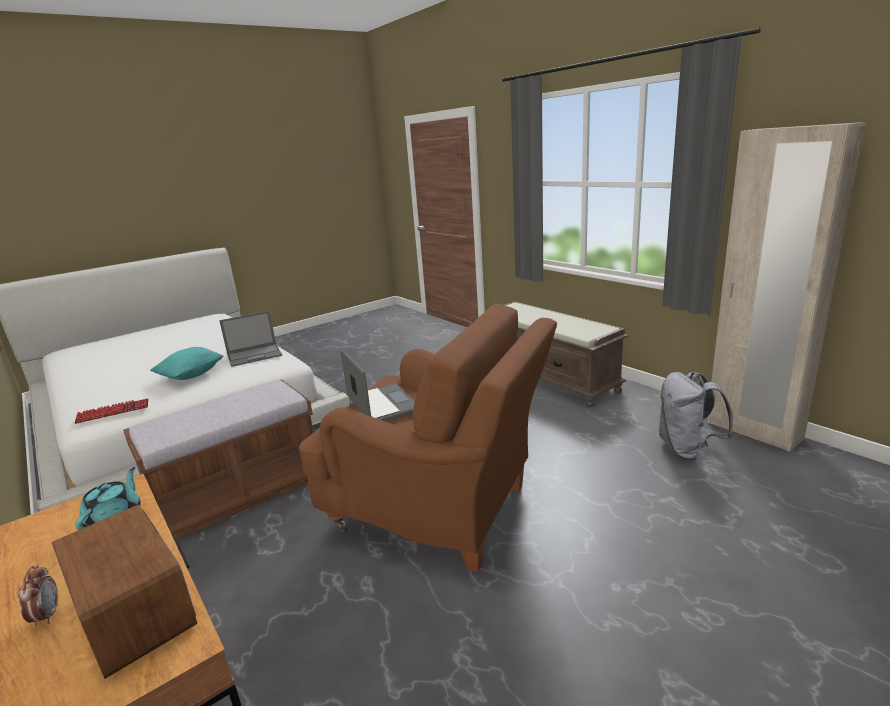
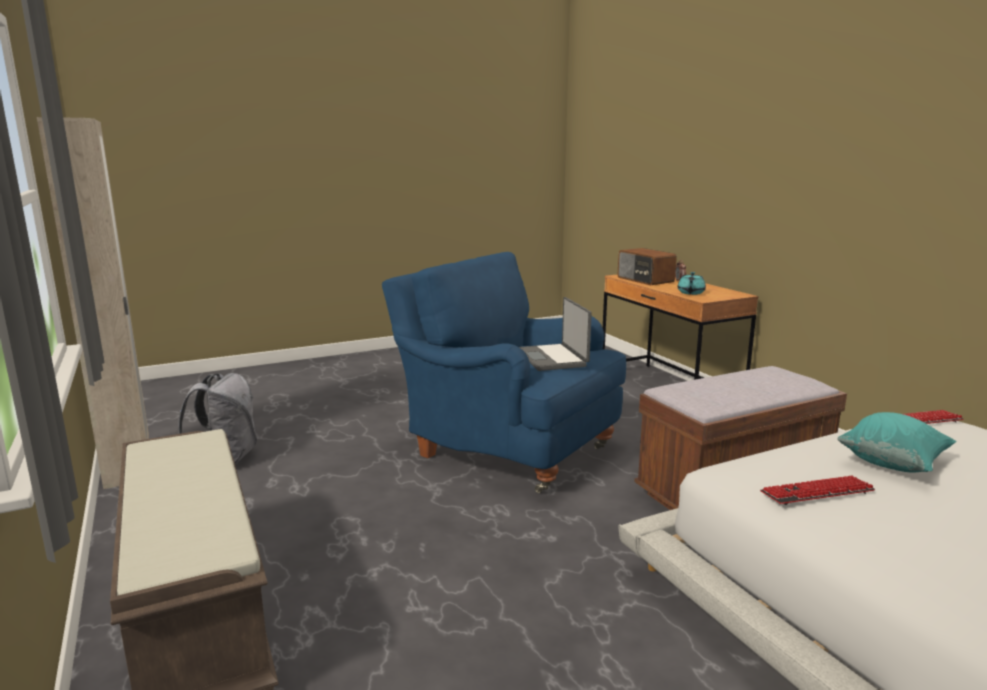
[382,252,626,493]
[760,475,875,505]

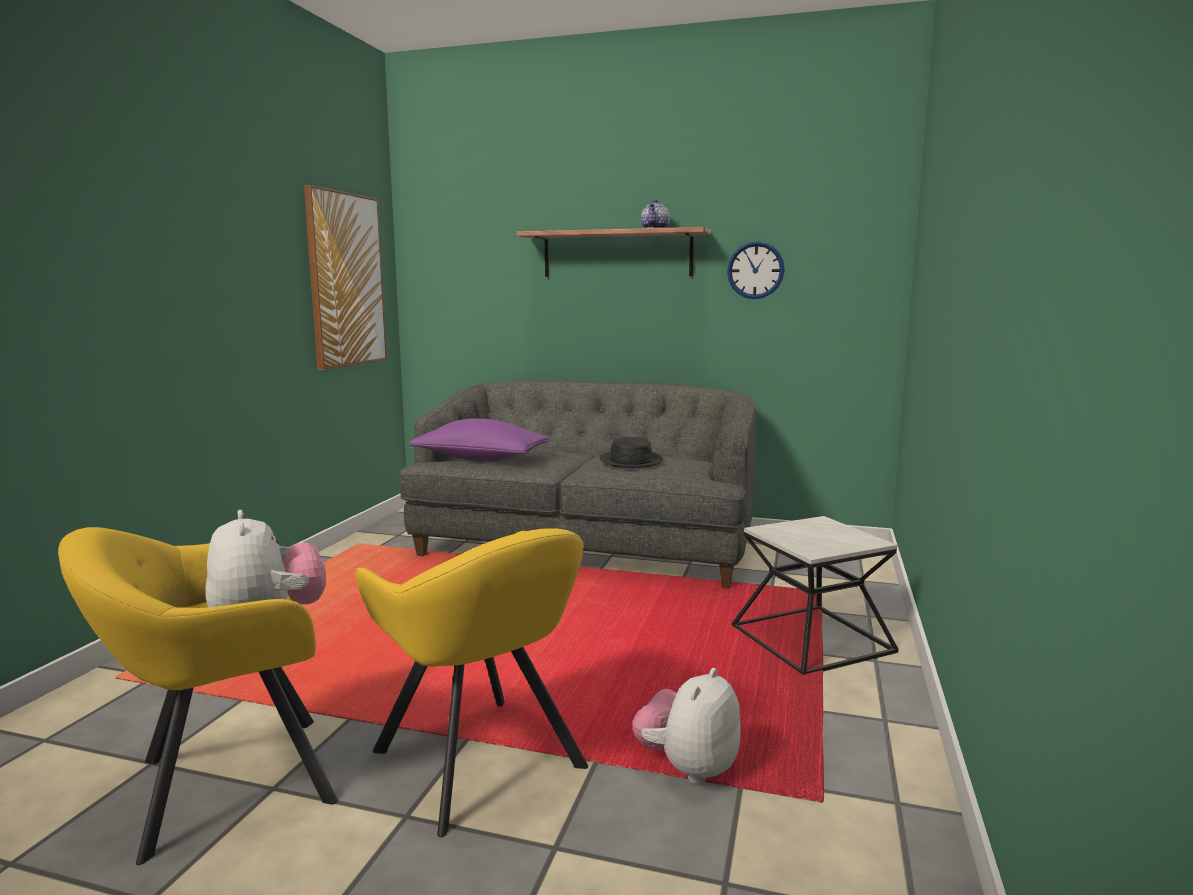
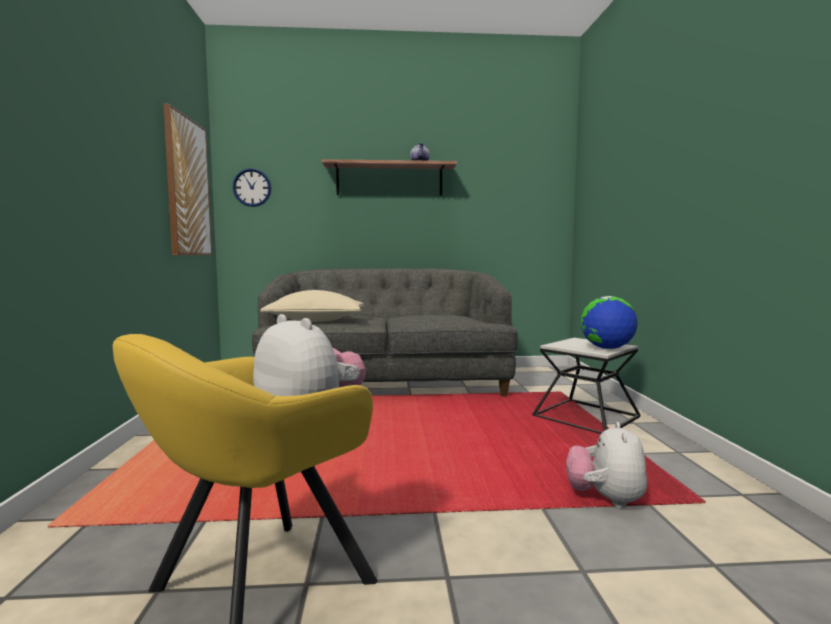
[232,168,271,207]
[260,290,364,322]
[581,296,638,349]
[355,528,588,837] (first image)
[600,437,663,468] (first image)

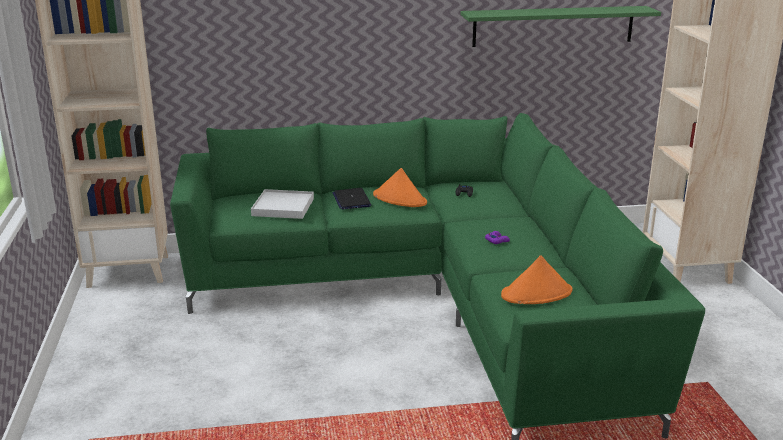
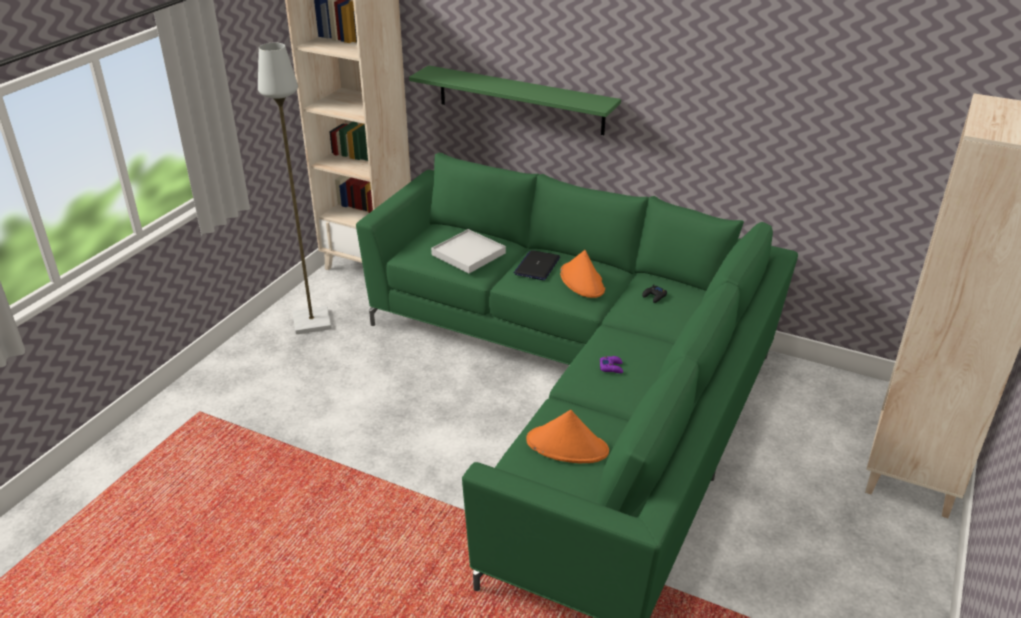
[258,43,332,334]
[409,65,621,135]

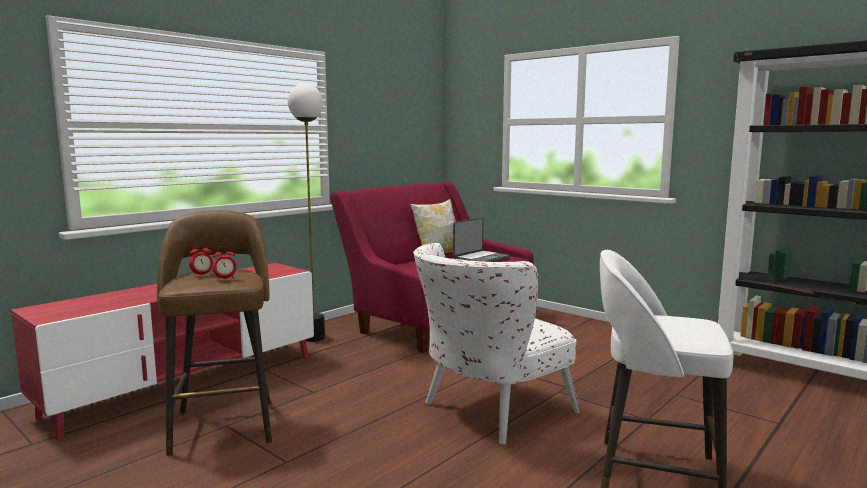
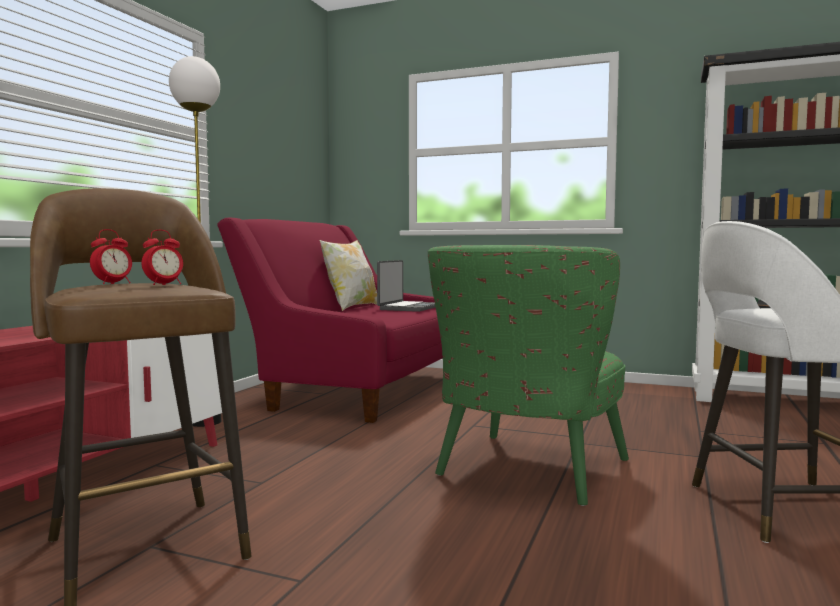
[427,245,629,506]

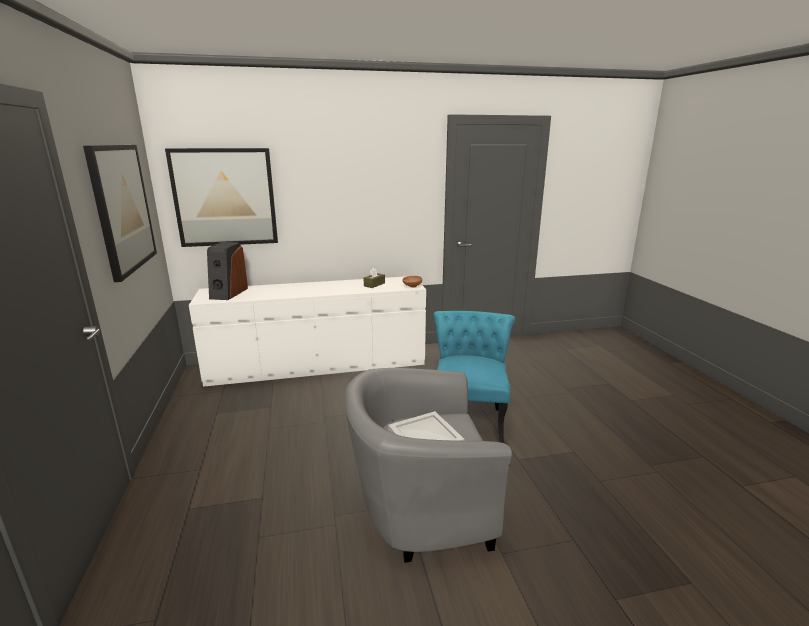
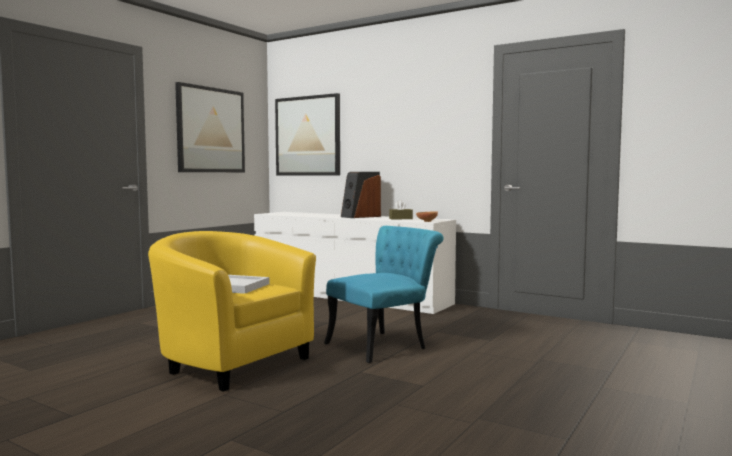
[148,231,316,392]
[341,172,381,218]

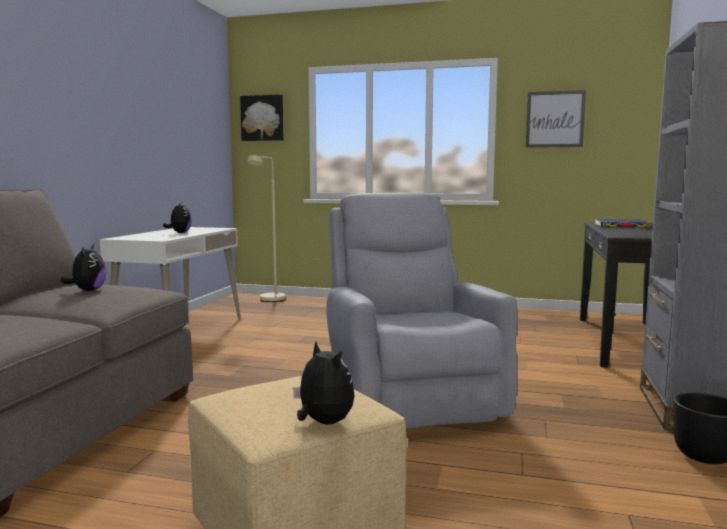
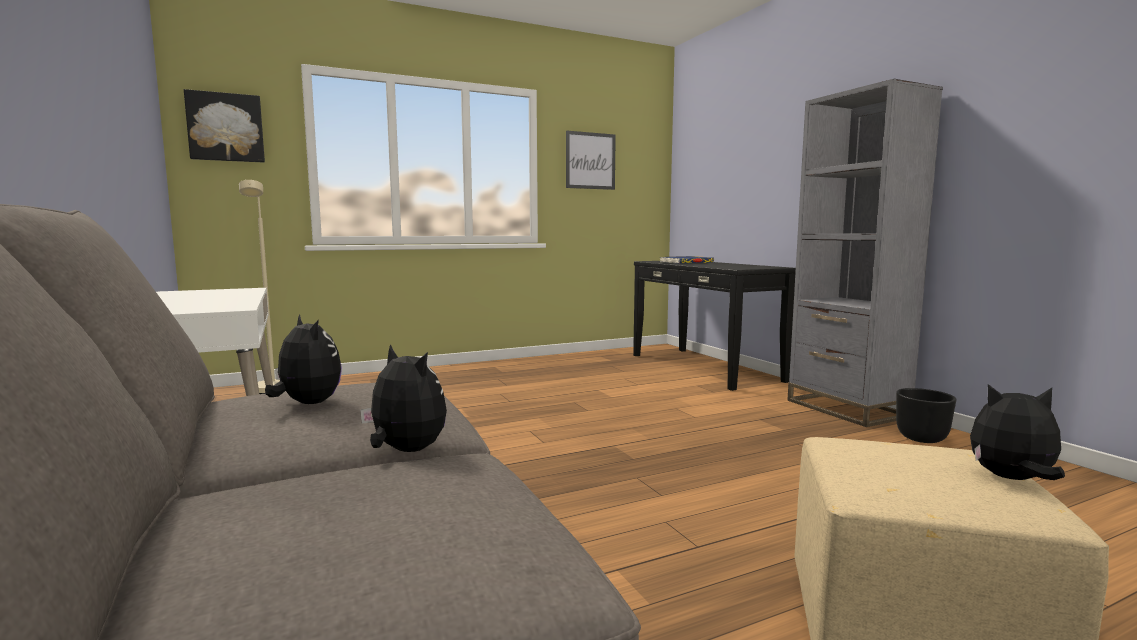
[360,344,447,452]
[326,193,518,429] (first image)

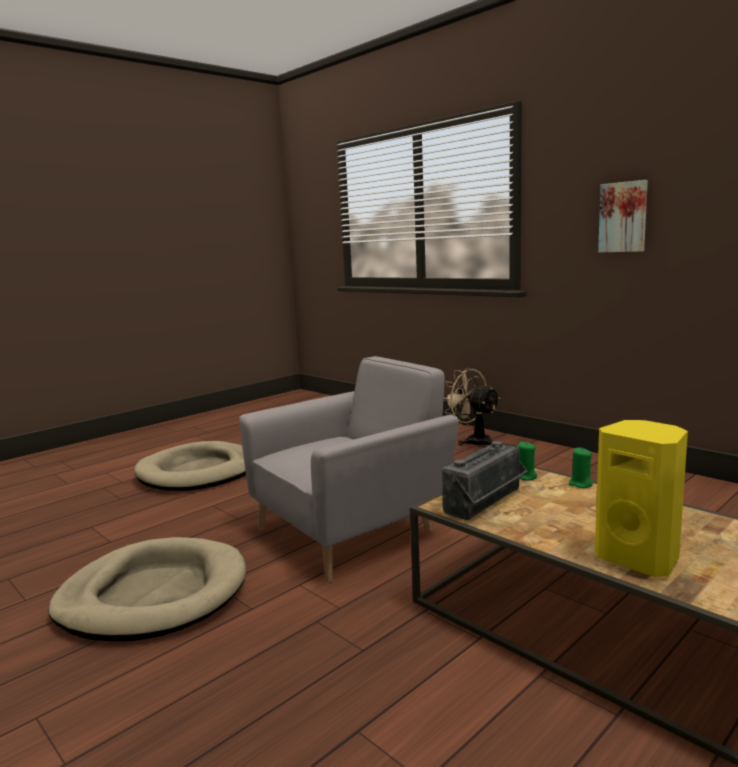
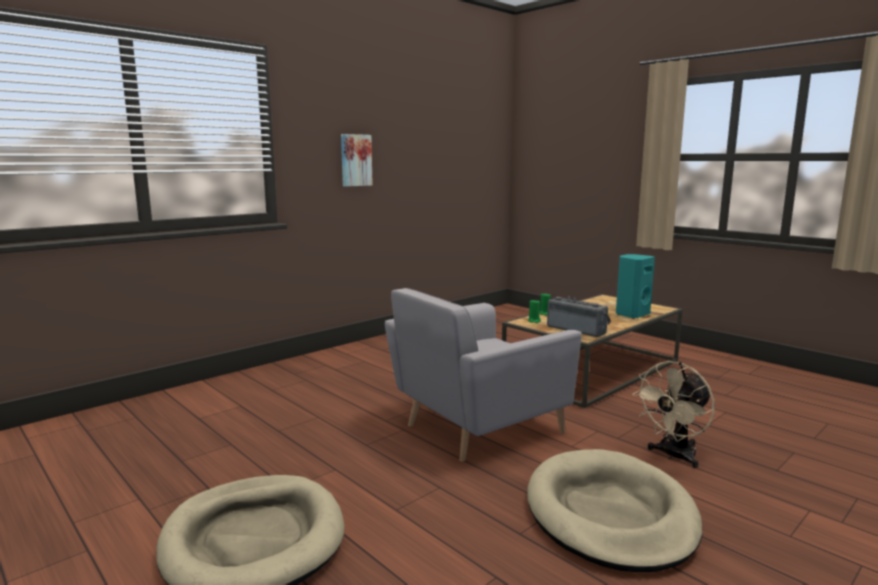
[385,288,582,462]
[616,254,655,319]
[632,361,714,468]

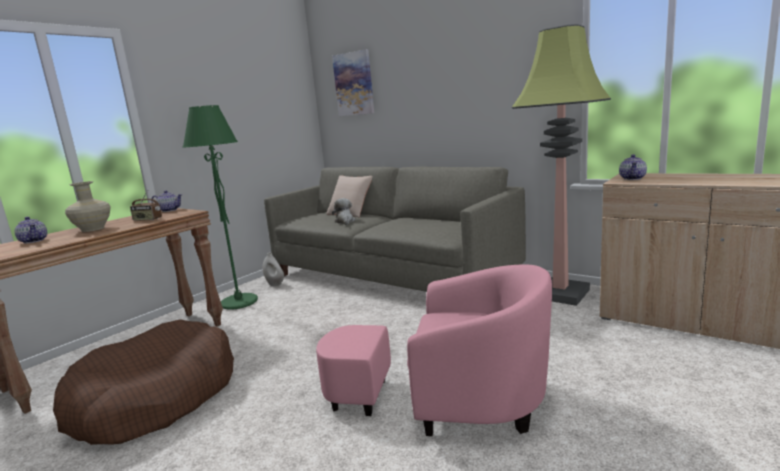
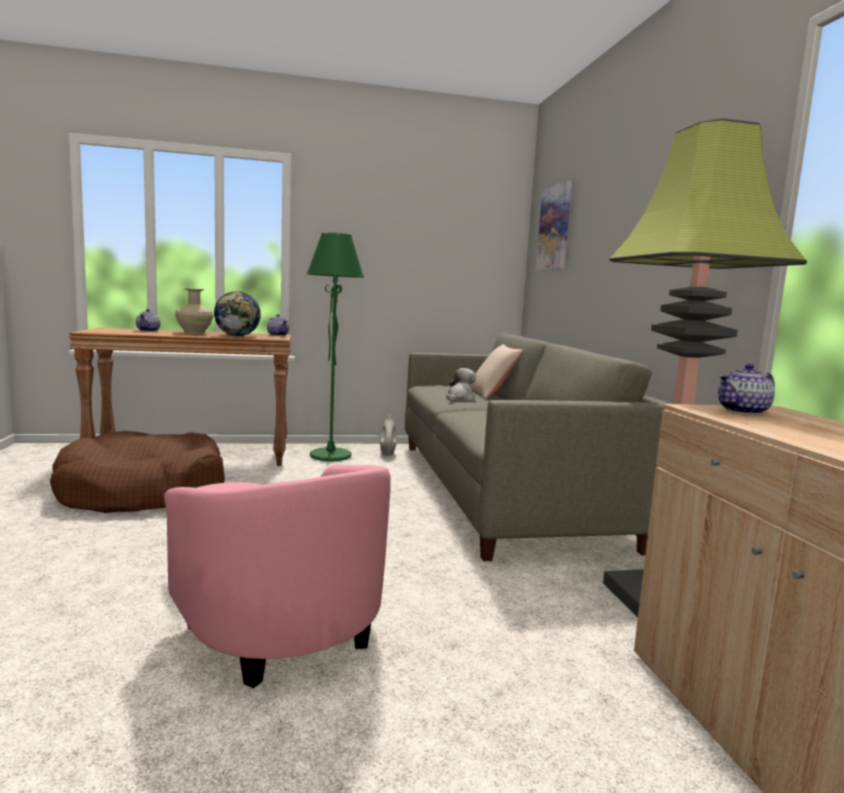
[214,291,261,336]

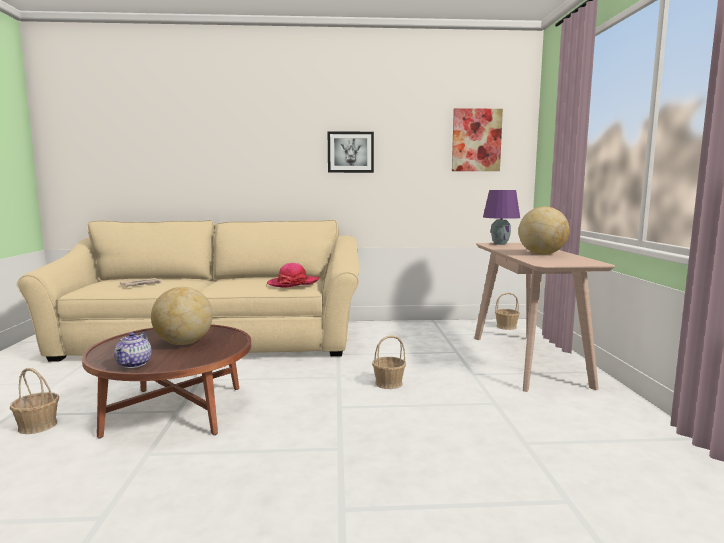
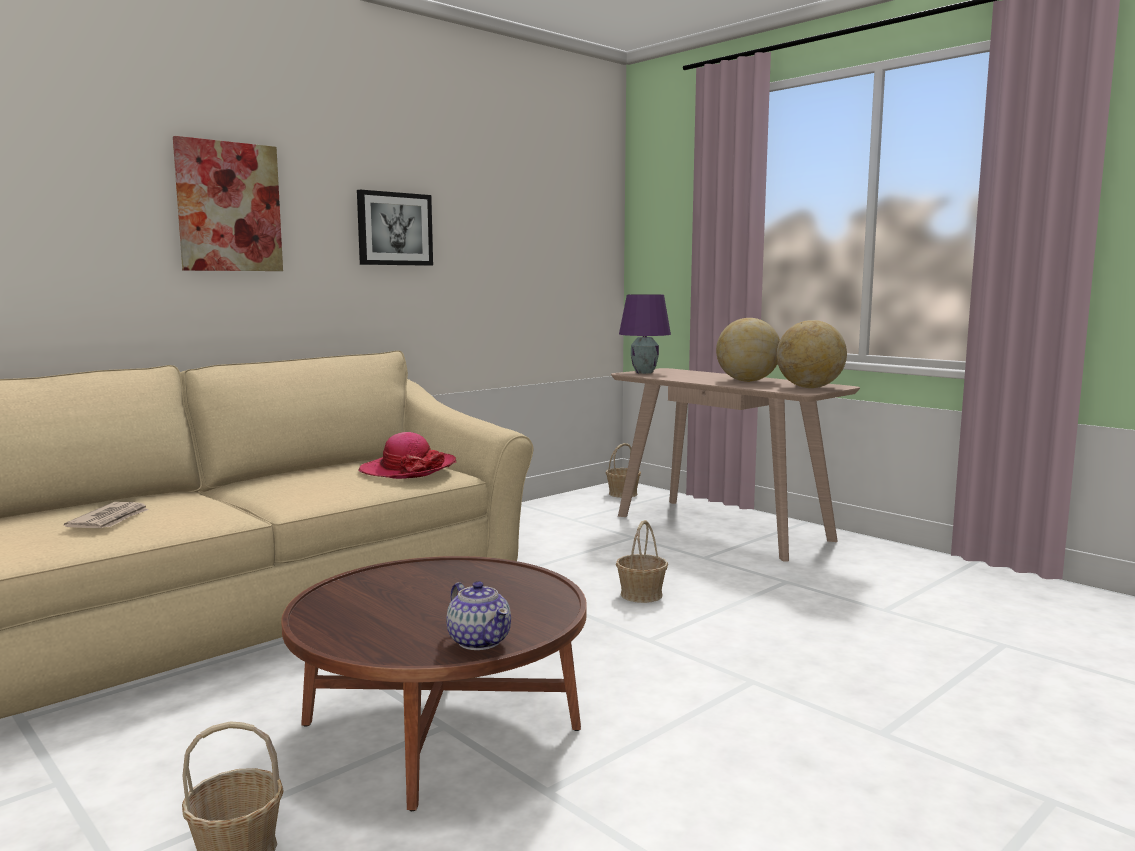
[173,136,283,271]
[777,320,847,388]

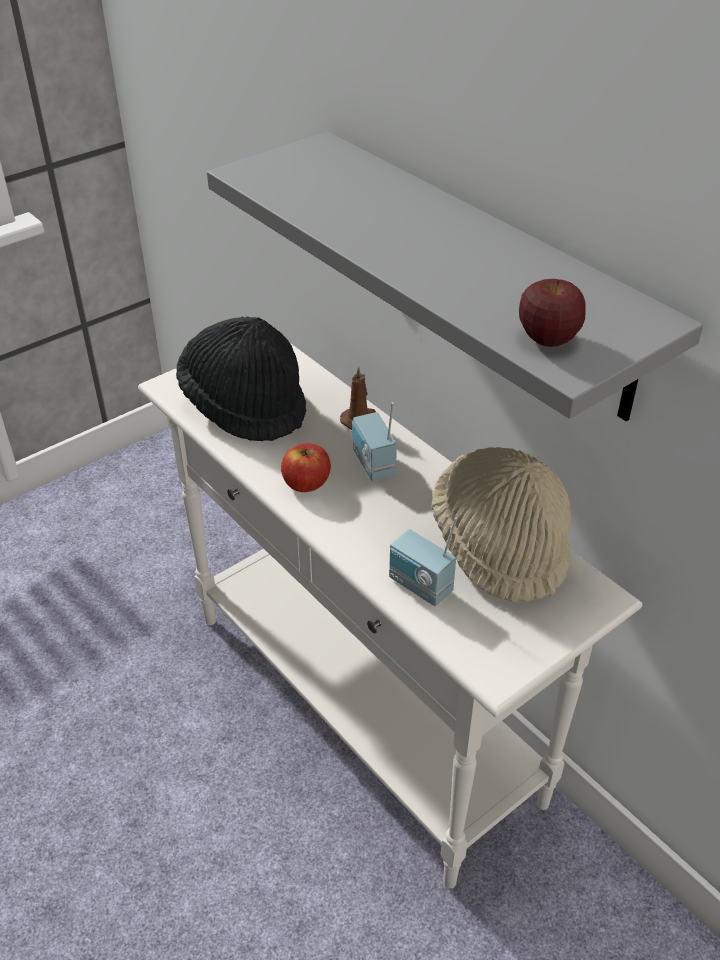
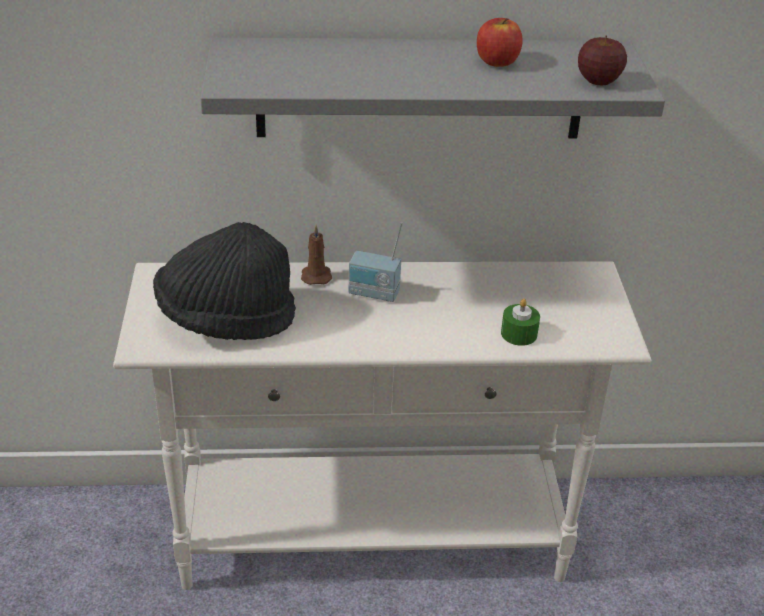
[477,18,522,67]
[501,299,540,346]
[431,447,571,603] (first image)

